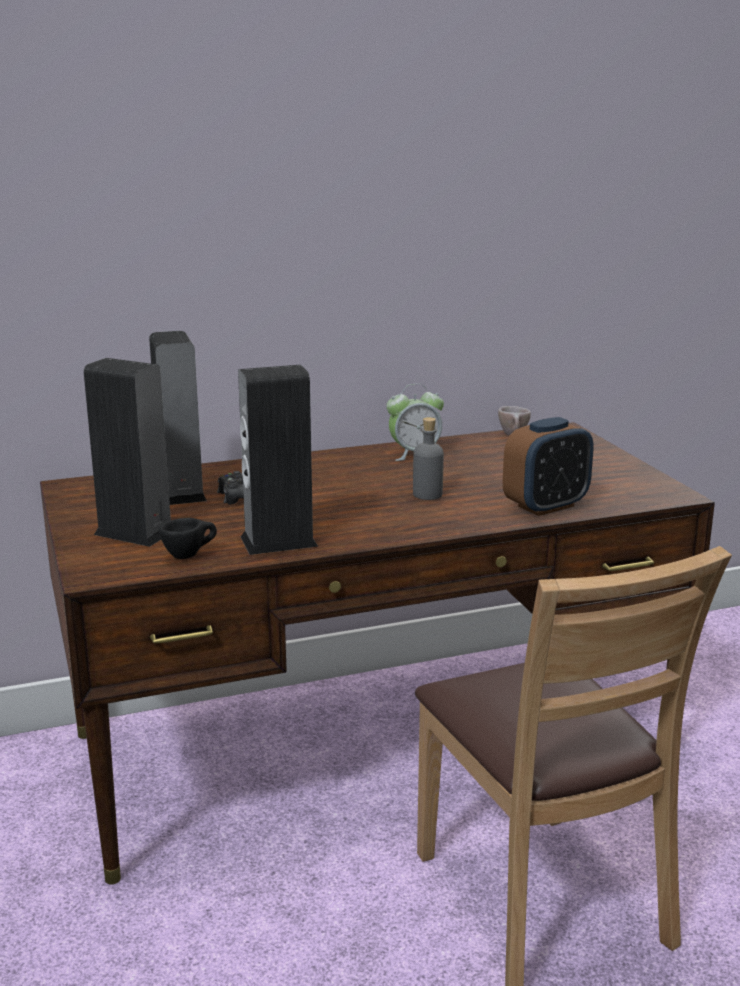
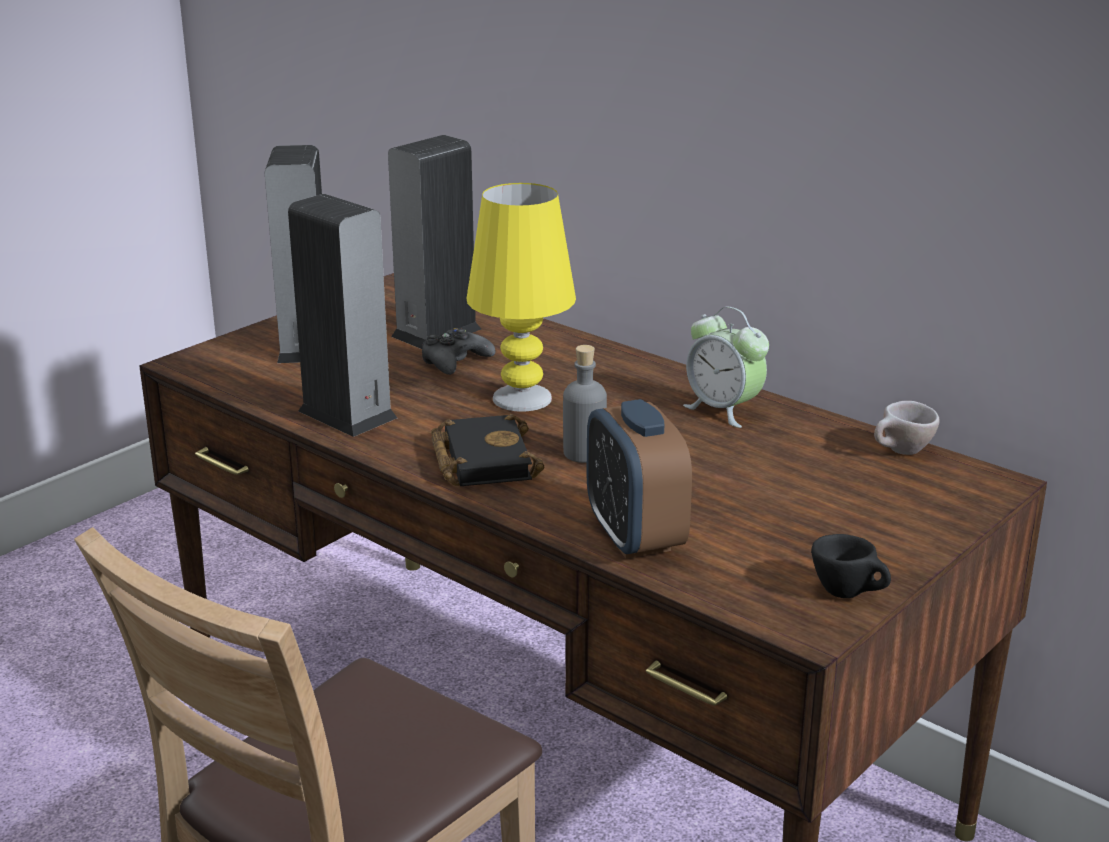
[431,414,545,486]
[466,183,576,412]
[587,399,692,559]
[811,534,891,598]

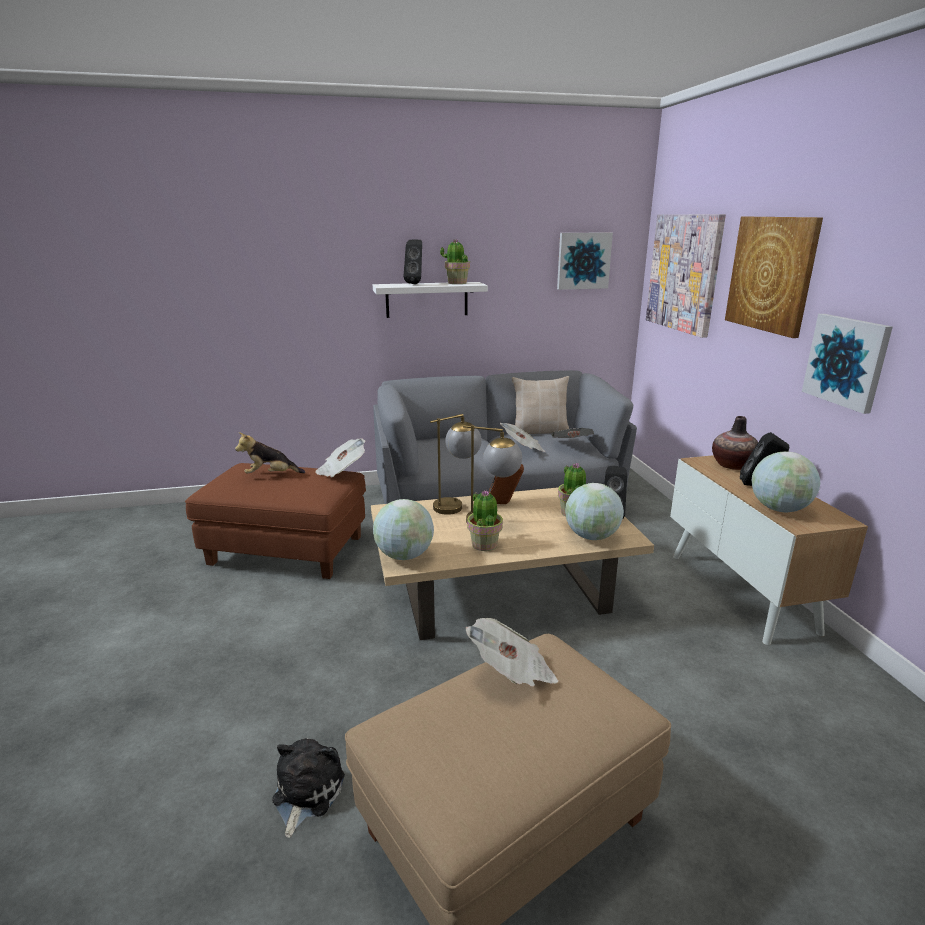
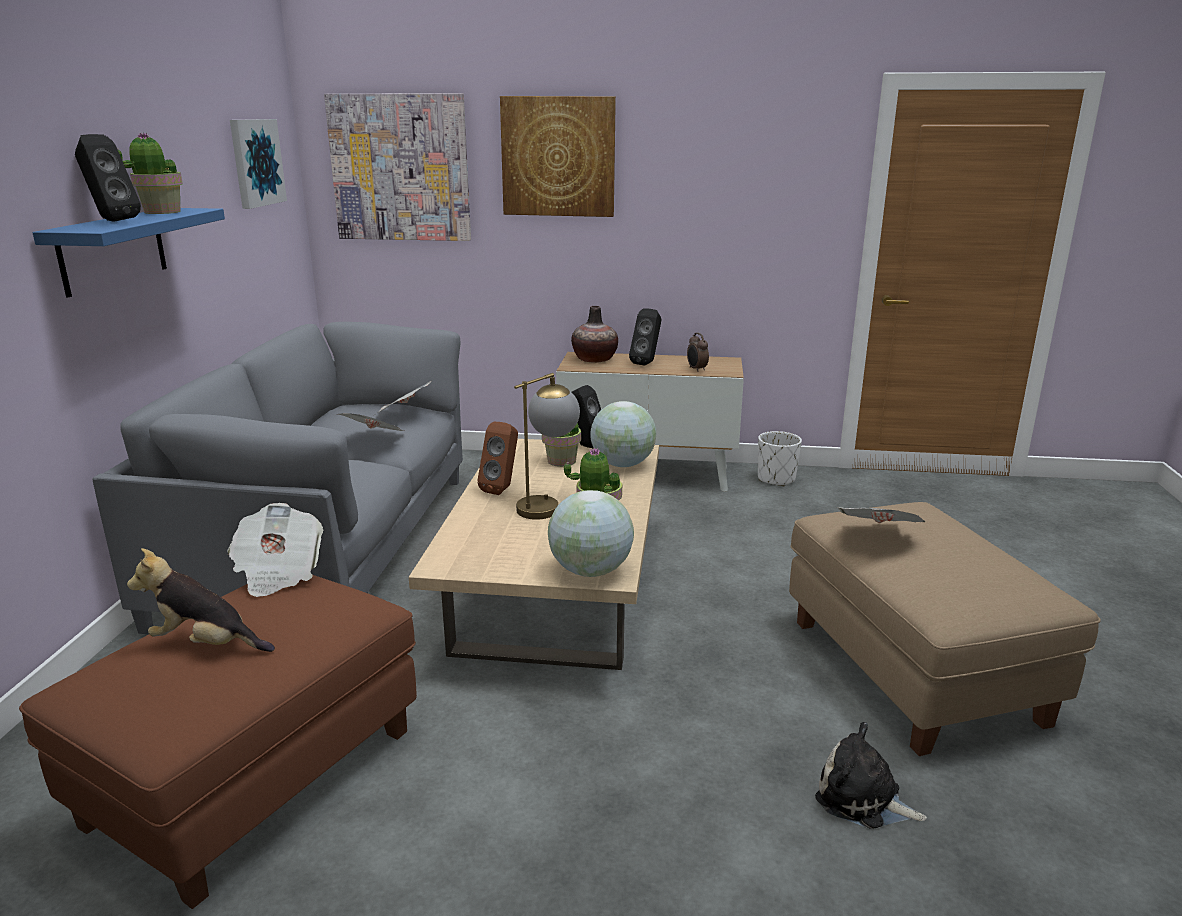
[32,208,225,297]
[127,548,275,652]
[687,333,709,372]
[758,431,802,486]
[430,414,482,515] (first image)
[512,376,569,434] (first image)
[802,314,893,414] (first image)

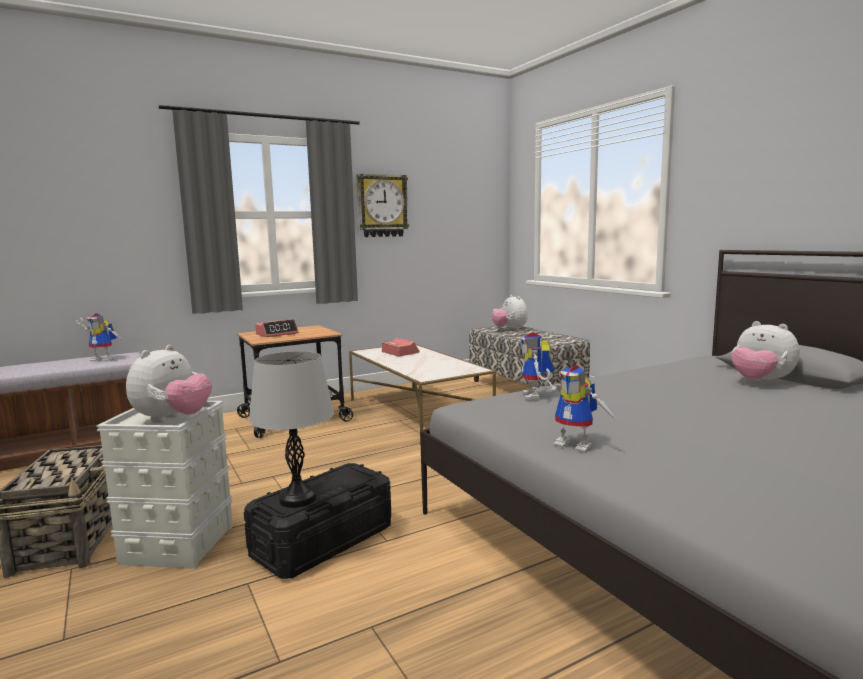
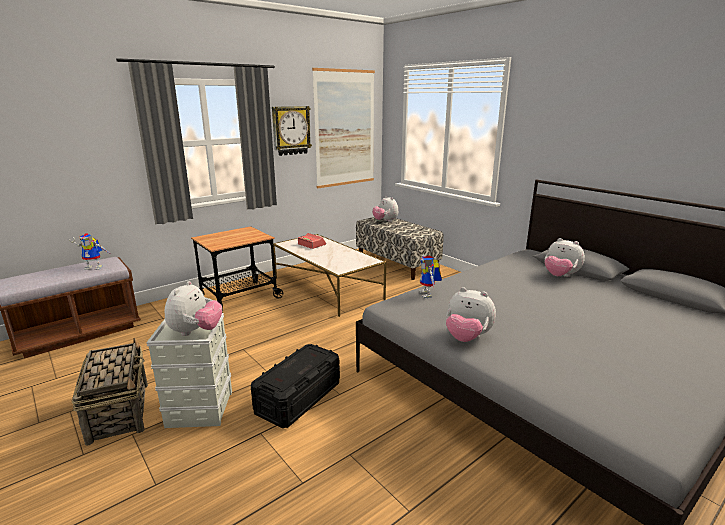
[312,68,375,188]
[446,287,496,342]
[249,351,334,508] (first image)
[255,319,298,337] (first image)

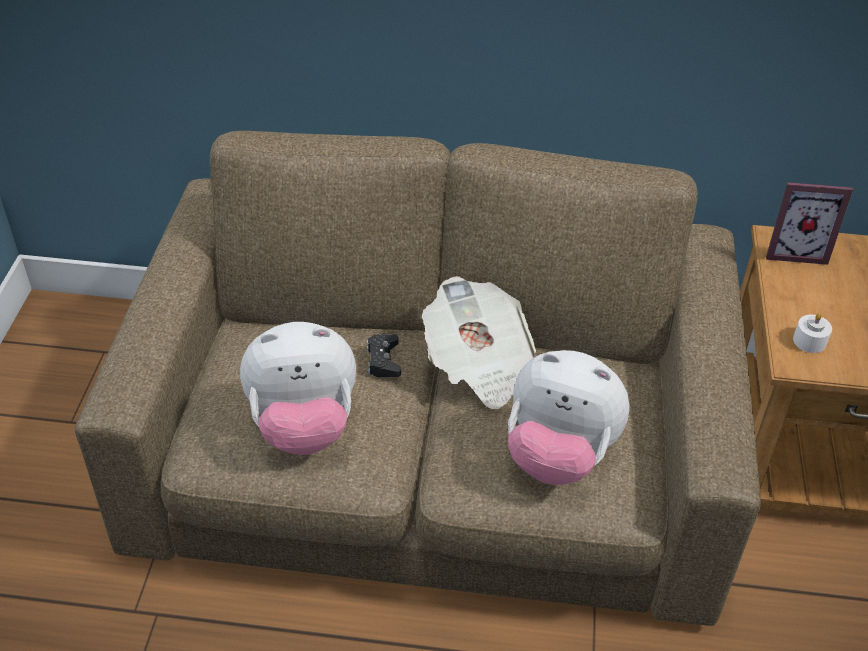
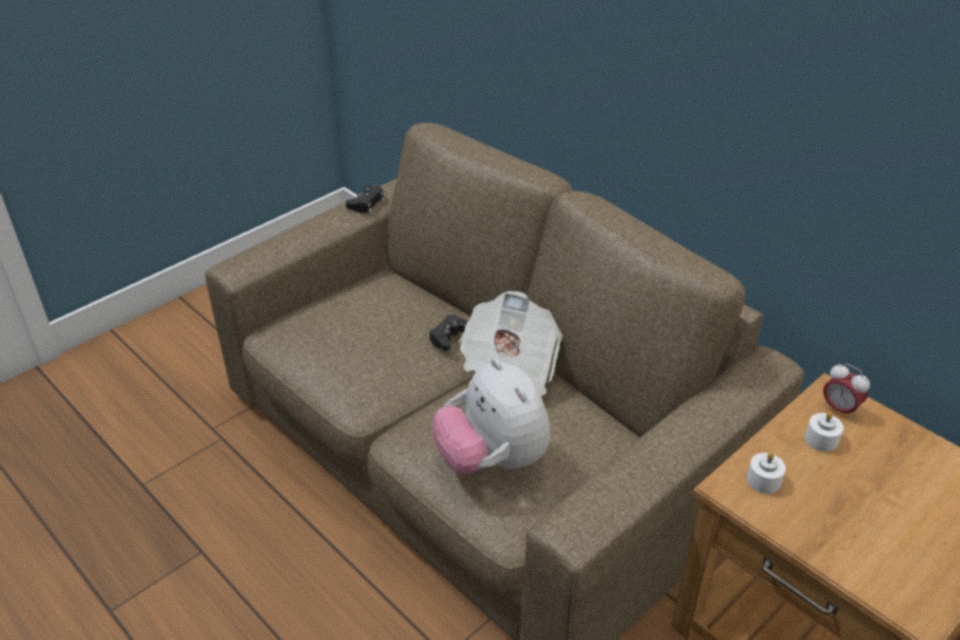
[346,184,385,213]
[805,412,844,452]
[823,364,870,420]
[240,322,356,455] (first image)

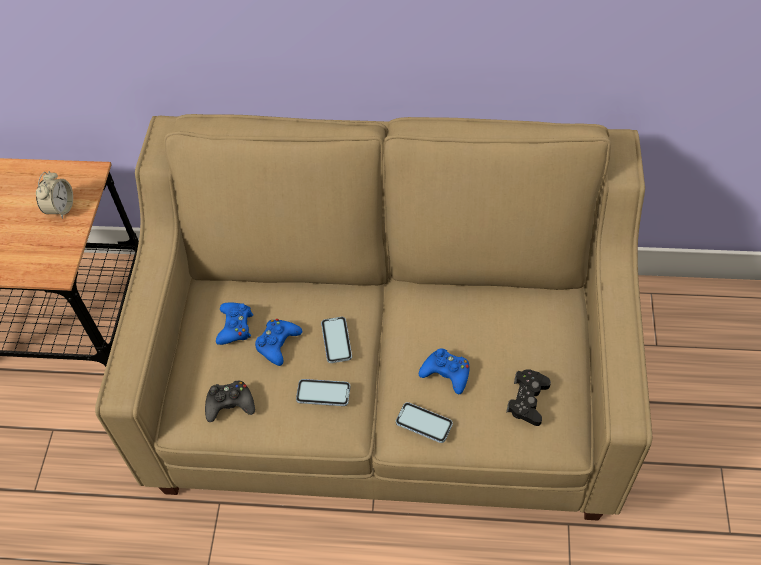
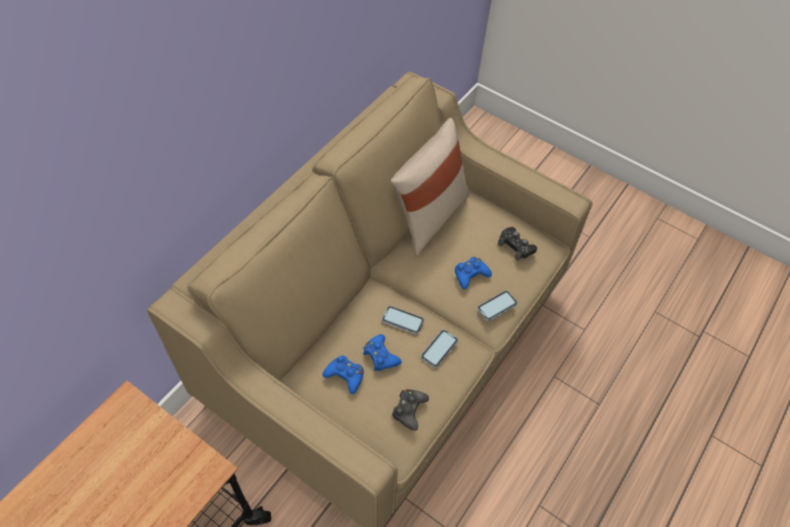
[391,118,469,256]
[36,171,73,219] (first image)

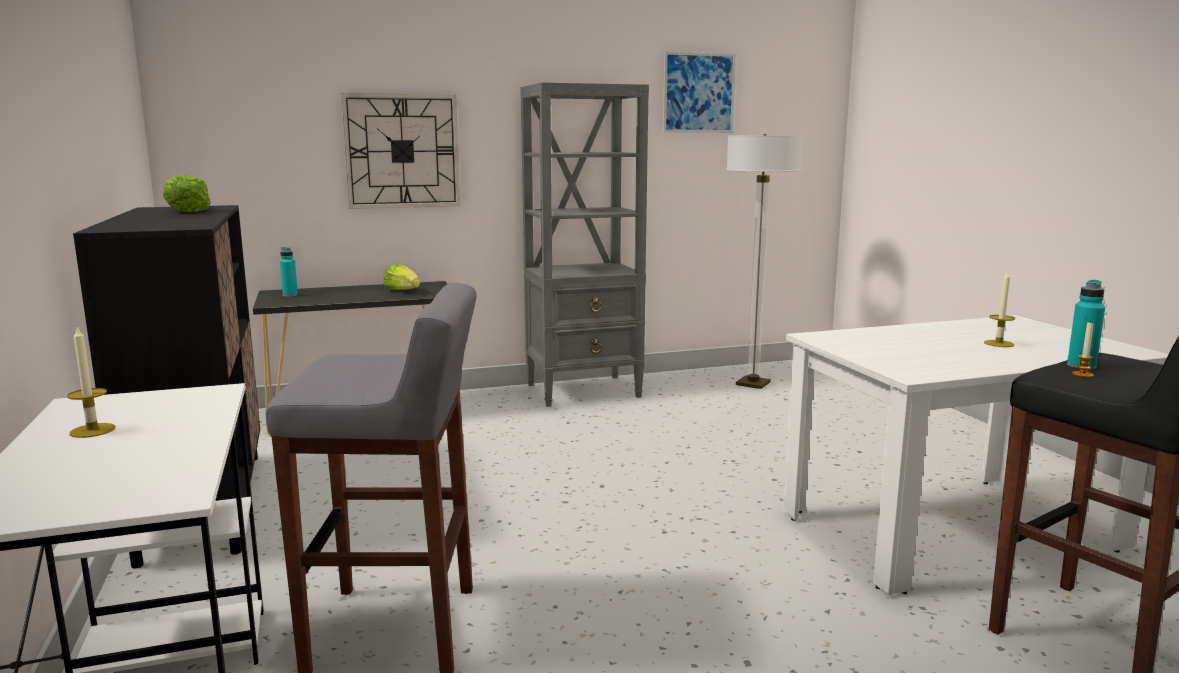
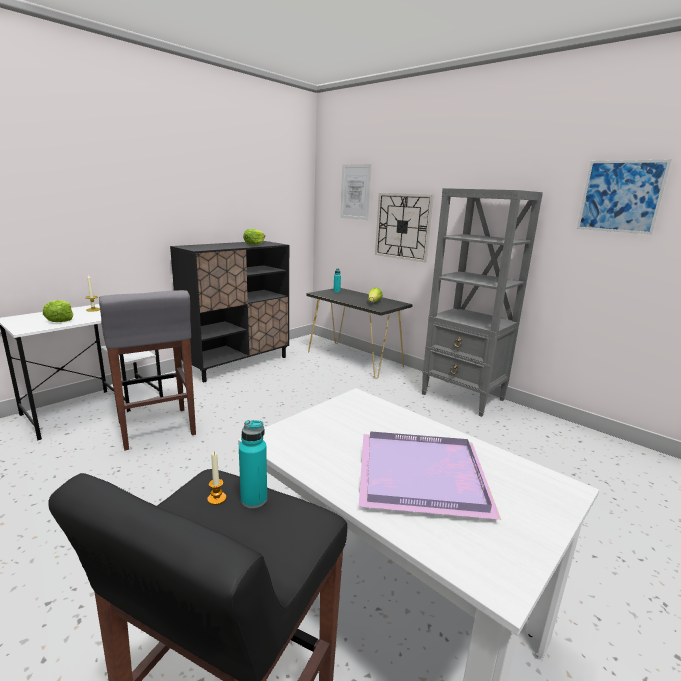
[43,300,73,322]
[340,164,372,220]
[359,431,501,520]
[726,134,803,389] (first image)

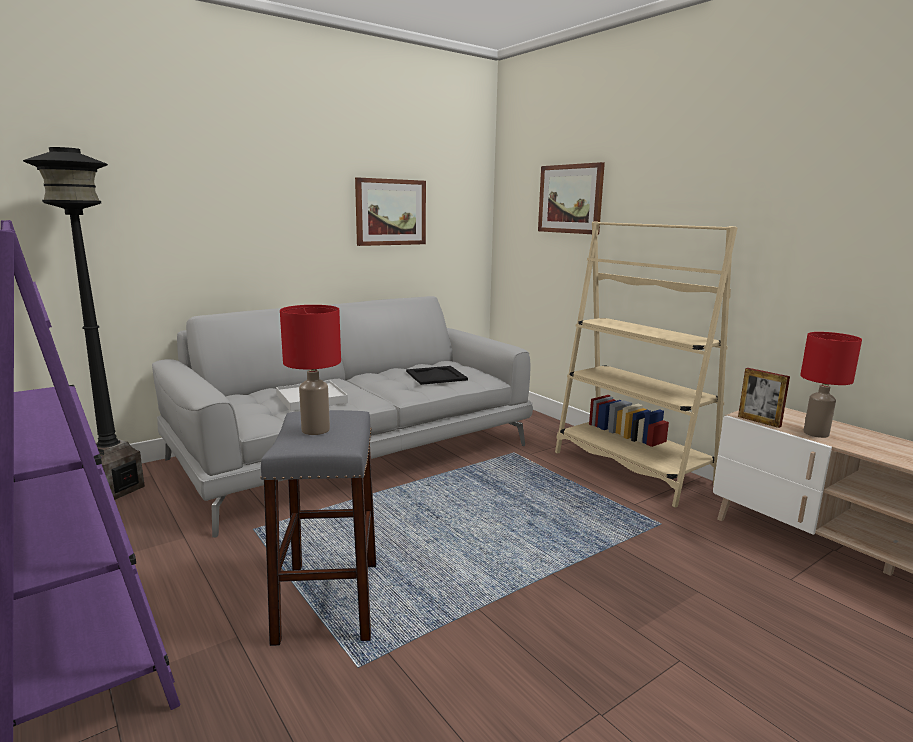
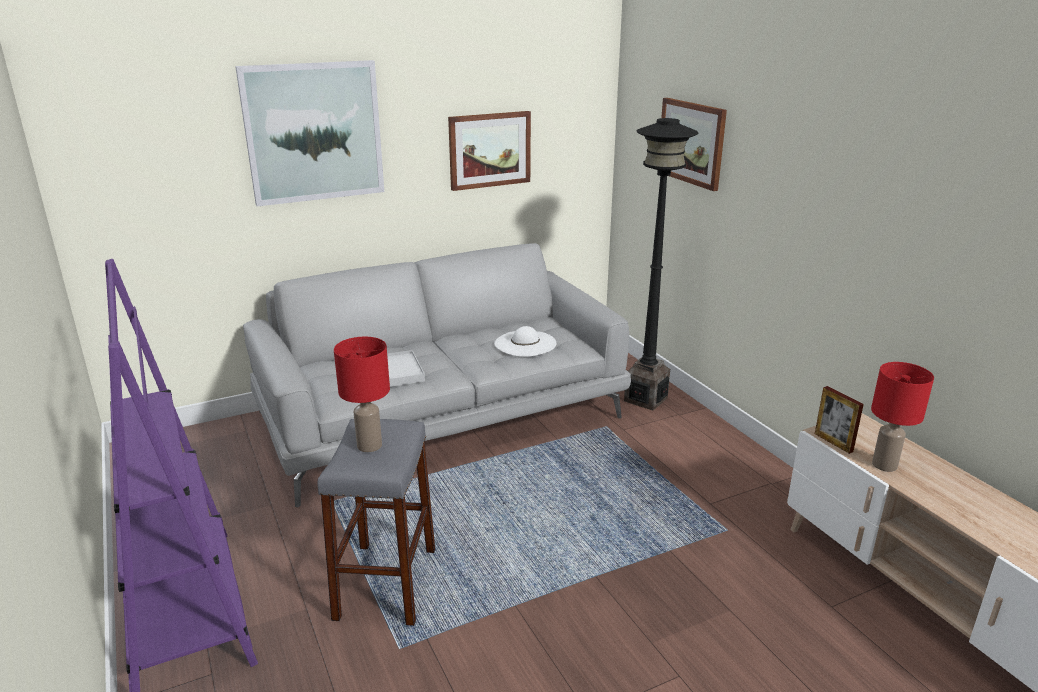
[235,60,384,206]
[494,326,556,357]
[624,118,698,411]
[555,221,737,507] (first image)

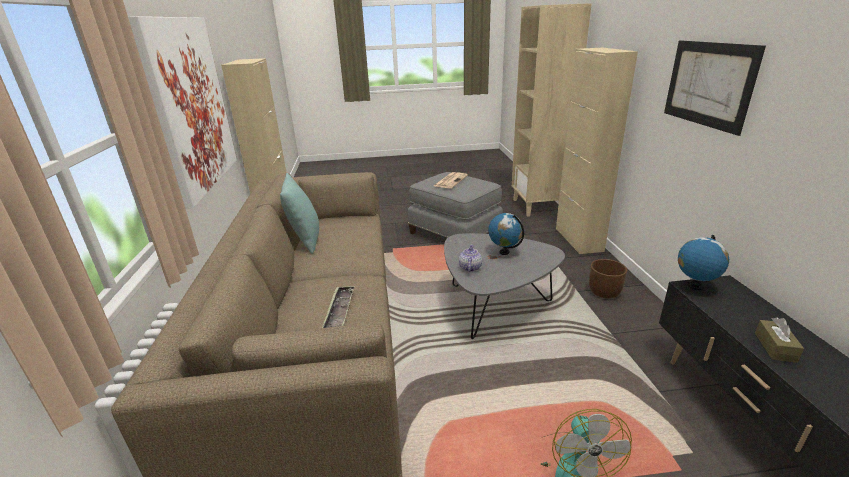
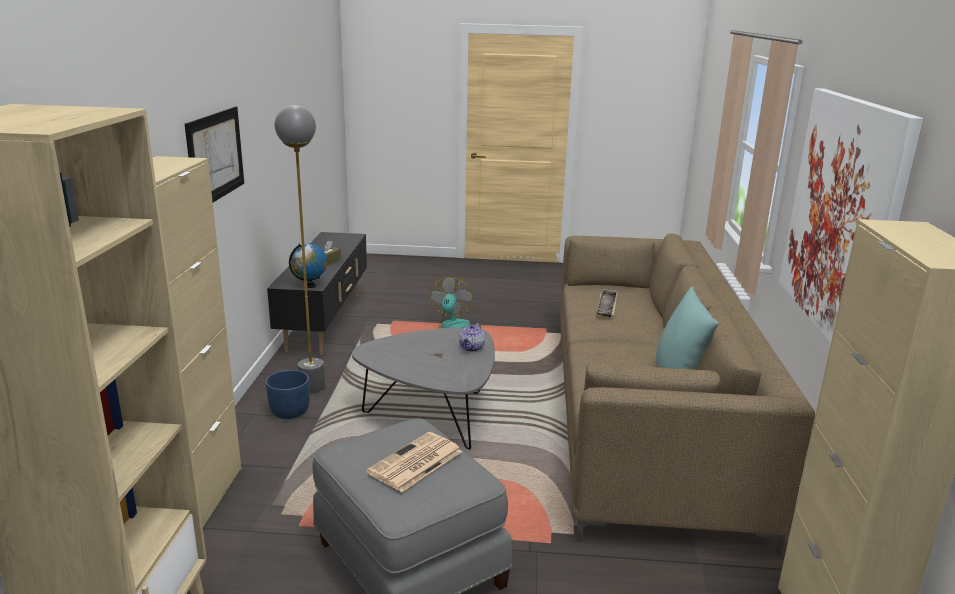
[265,370,310,419]
[274,105,325,394]
[488,213,524,255] (first image)

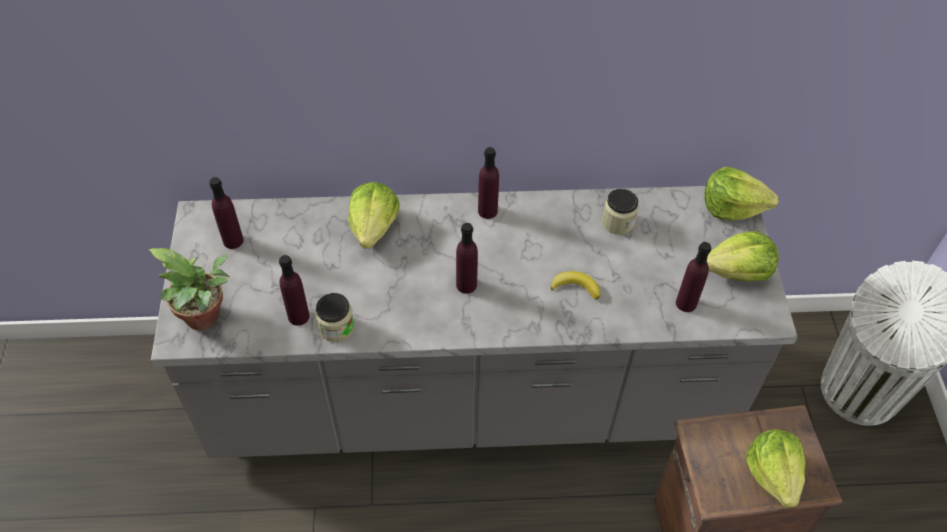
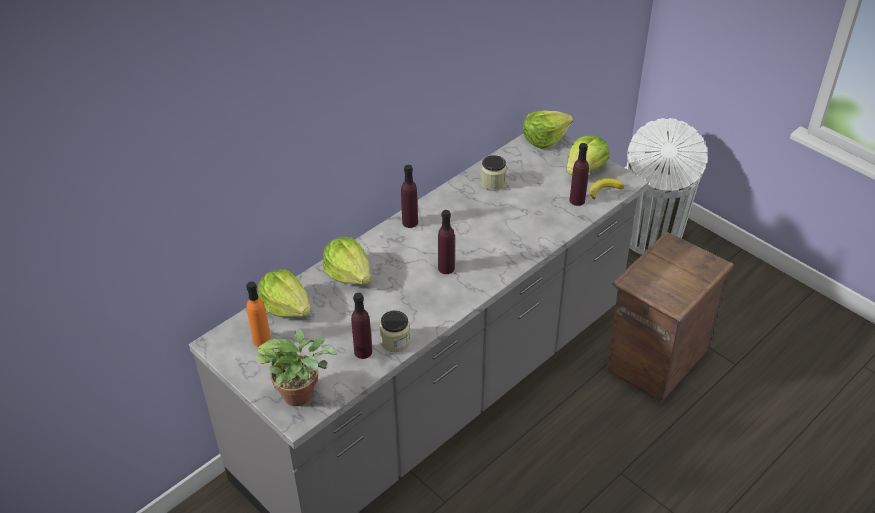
[246,281,271,347]
[258,269,311,317]
[589,178,624,199]

